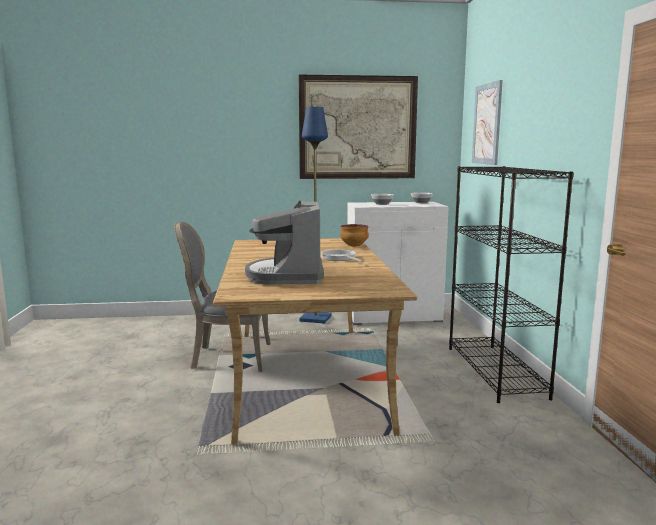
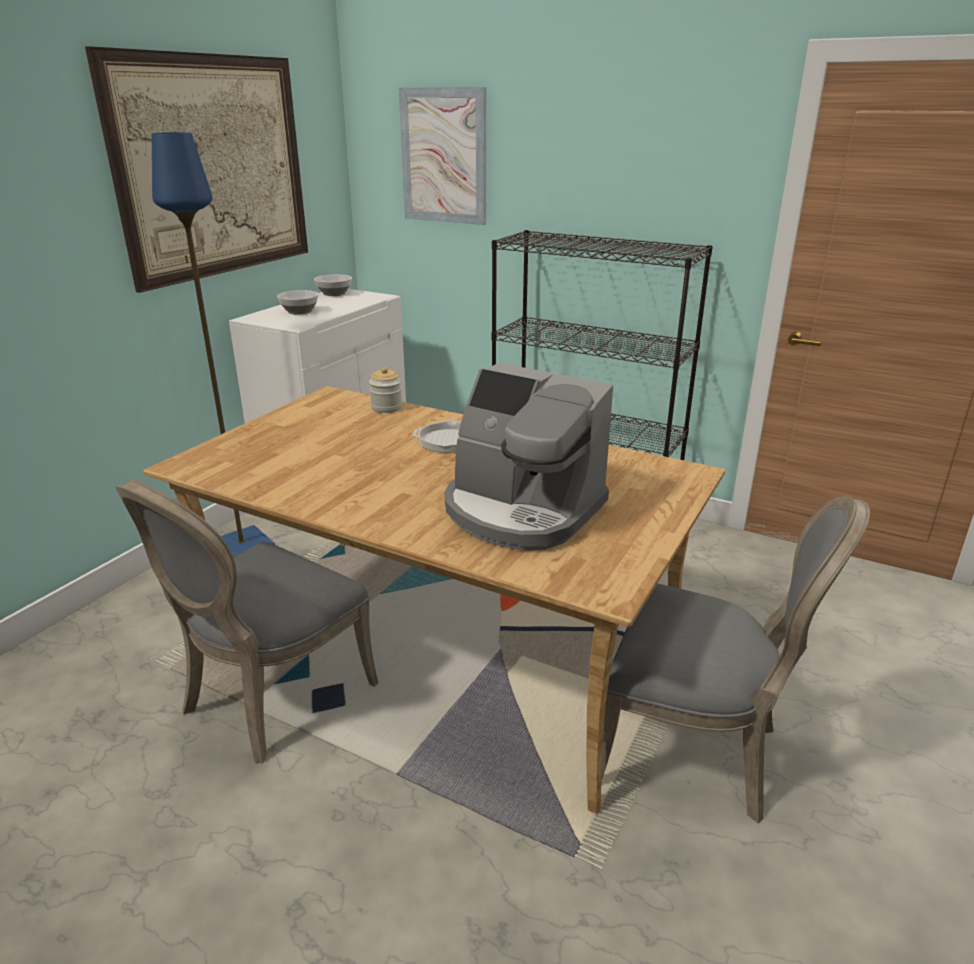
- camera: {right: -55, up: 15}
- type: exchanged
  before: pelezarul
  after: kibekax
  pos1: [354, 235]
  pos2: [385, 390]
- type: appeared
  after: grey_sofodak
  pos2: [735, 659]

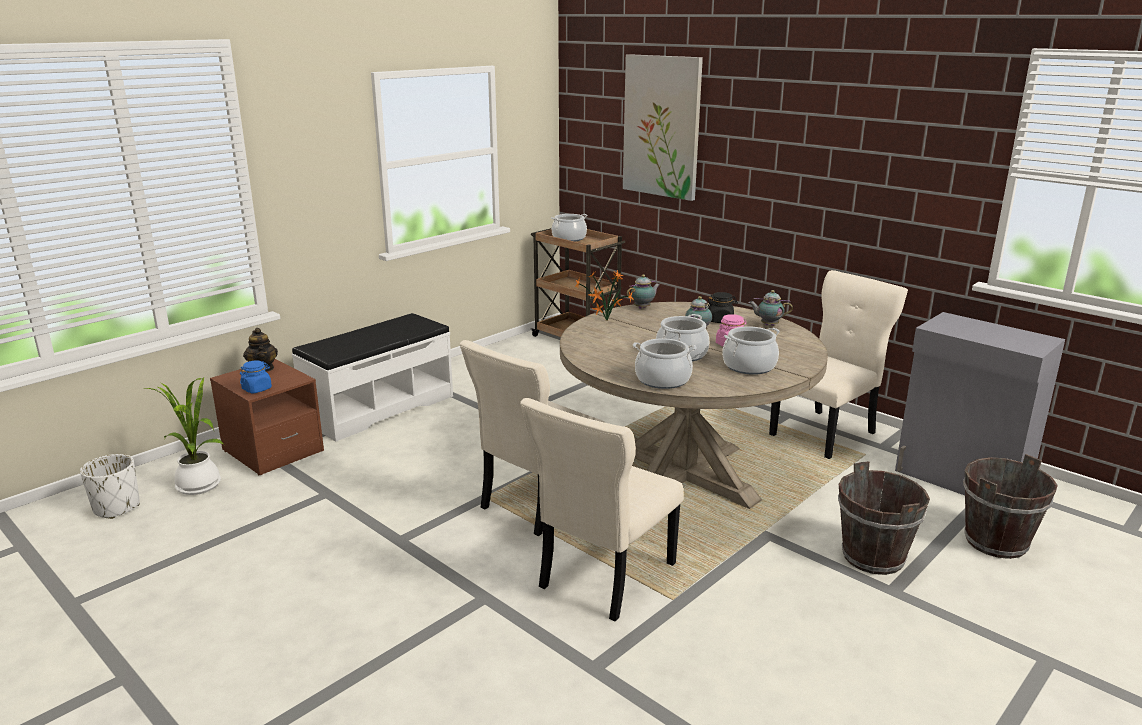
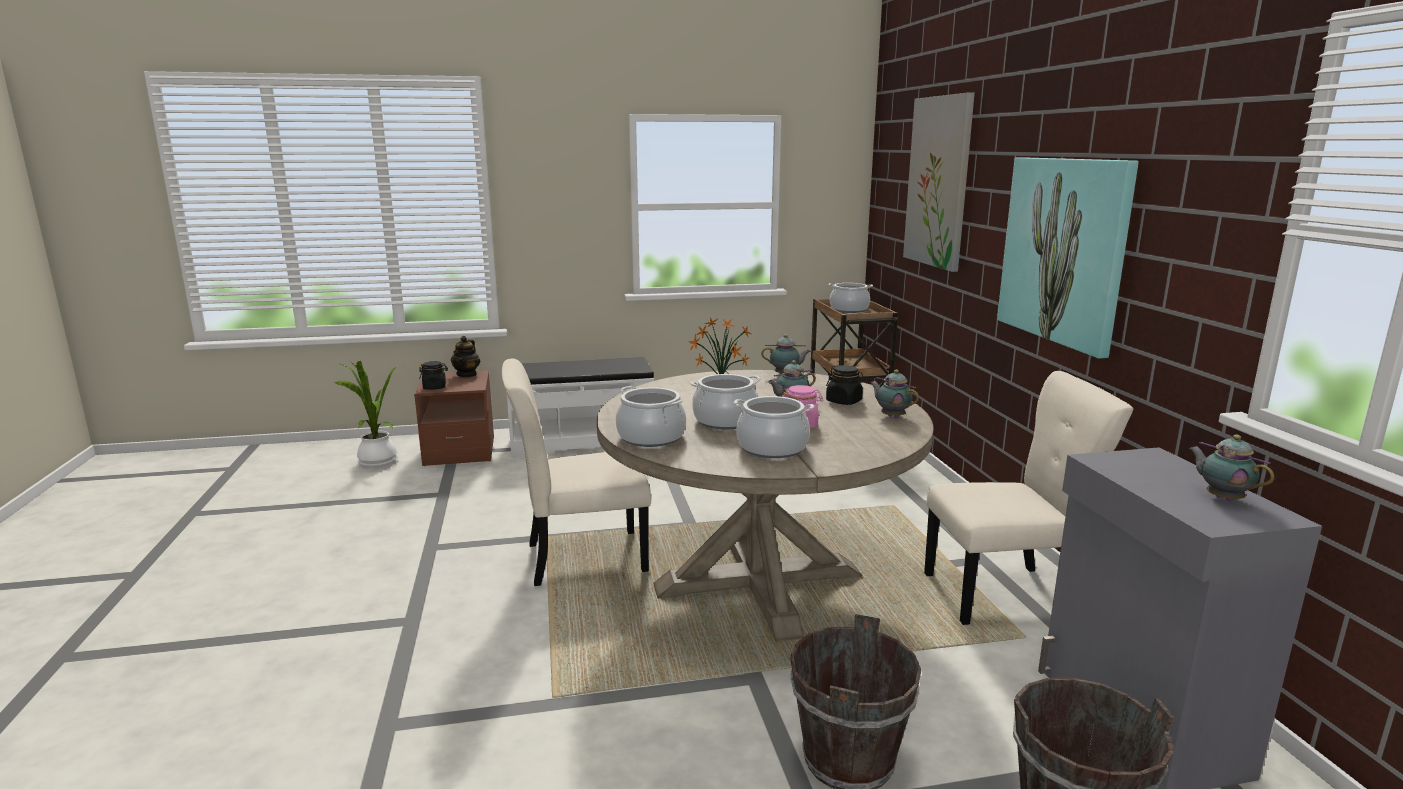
- camera: {right: 35, up: -5}
- type: colour
  before: blue_kibekax
  after: black_kibekax
  pos1: [256, 376]
  pos2: [433, 375]
- type: missing
  before: beige_sofodak
  pos1: [601, 510]
- type: missing
  before: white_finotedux
  pos1: [110, 486]
- type: appeared
  after: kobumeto
  pos2: [1068, 258]
- type: appeared
  after: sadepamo
  pos2: [1231, 468]

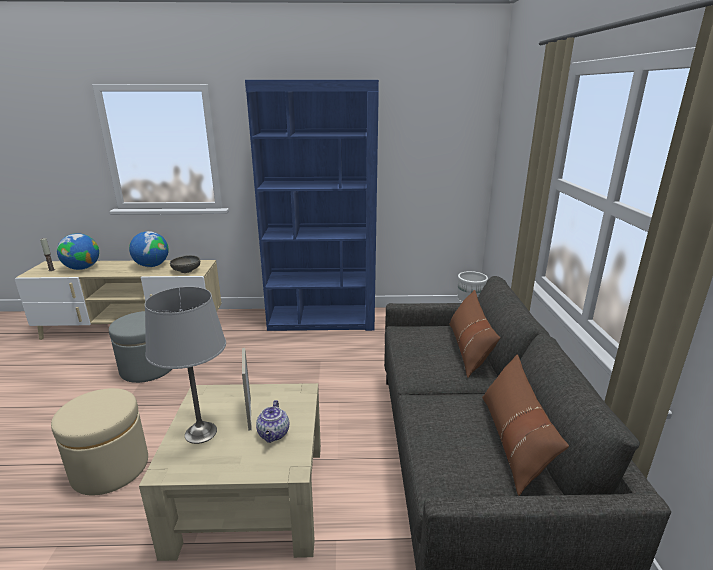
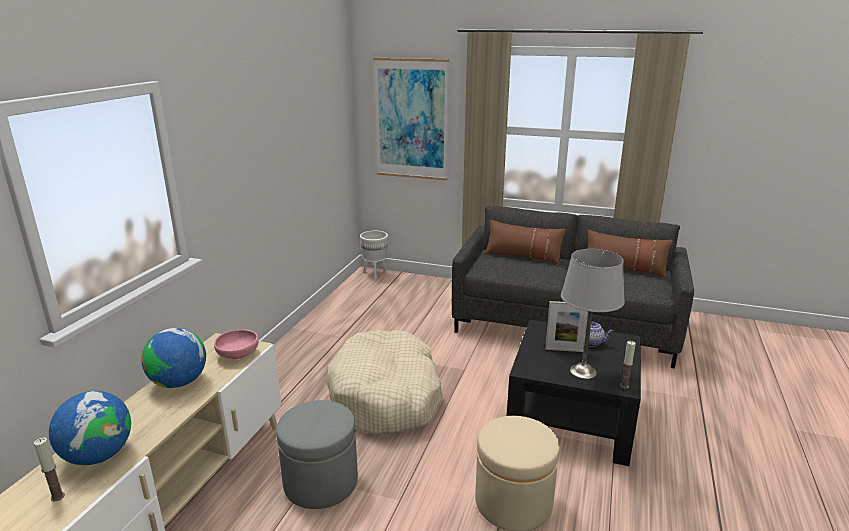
- camera: {right: -70, up: 0}
- type: missing
  before: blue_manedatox
  pos1: [312, 205]
- type: colour
  before: grey_pelezarul
  after: pink_pelezarul
  pos1: [185, 264]
  pos2: [236, 344]
- type: colour
  before: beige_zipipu
  after: black_zipipu
  pos1: [230, 472]
  pos2: [574, 393]
- type: appeared
  after: kobumeto
  pos2: [411, 119]
- type: appeared
  after: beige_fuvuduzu
  pos2: [384, 382]
- type: appeared
  after: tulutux
  pos2: [628, 365]

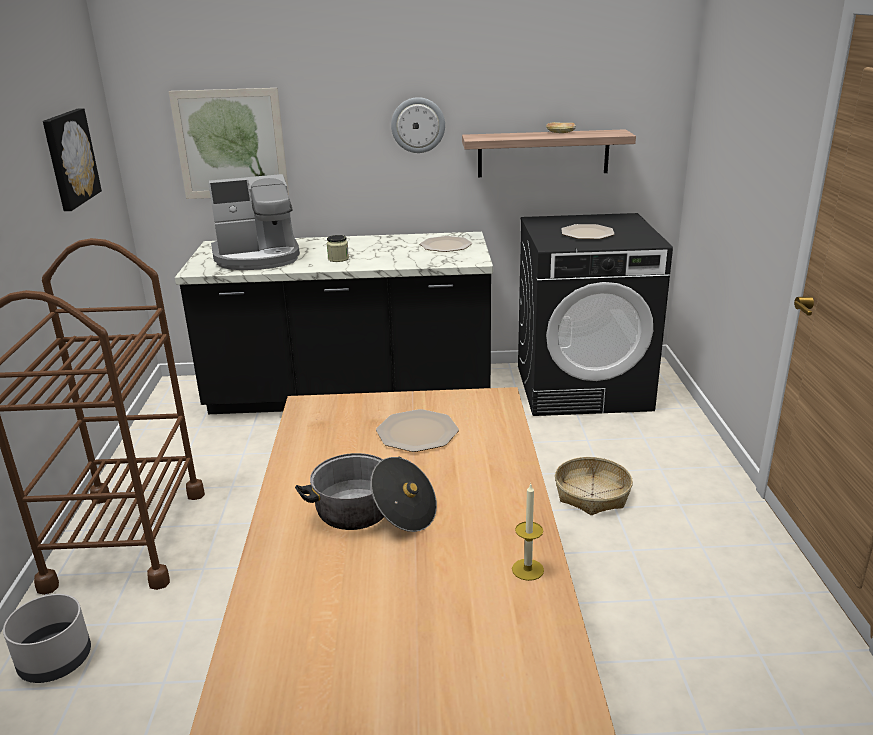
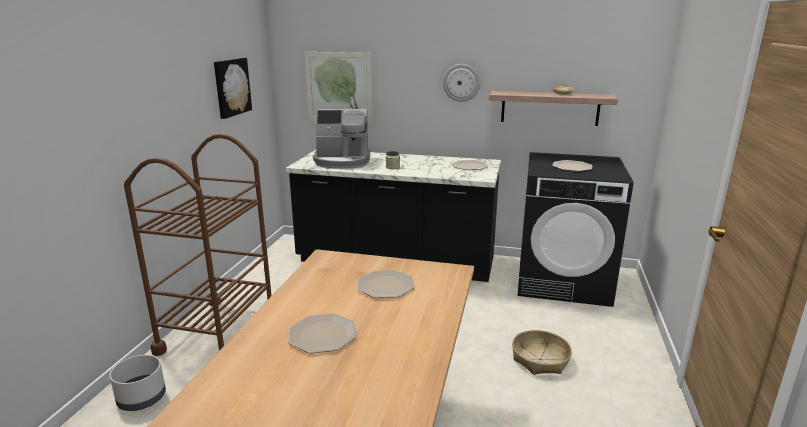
- camera: {right: 15, up: -5}
- type: exchanged
  before: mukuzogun
  after: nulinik
  pos1: [366, 492]
  pos2: [322, 333]
- type: missing
  before: tulutux
  pos1: [528, 532]

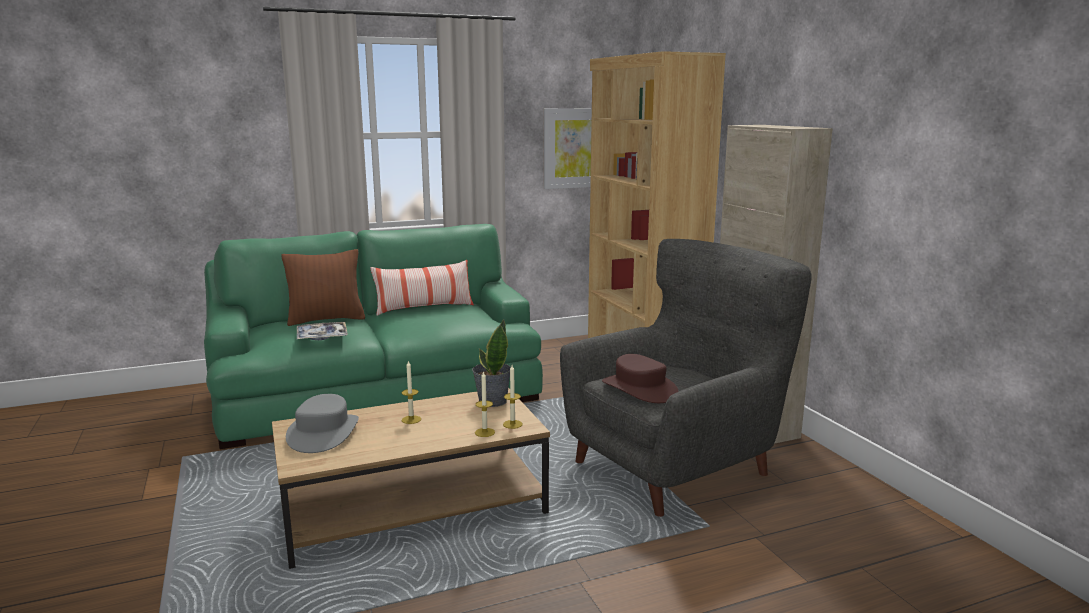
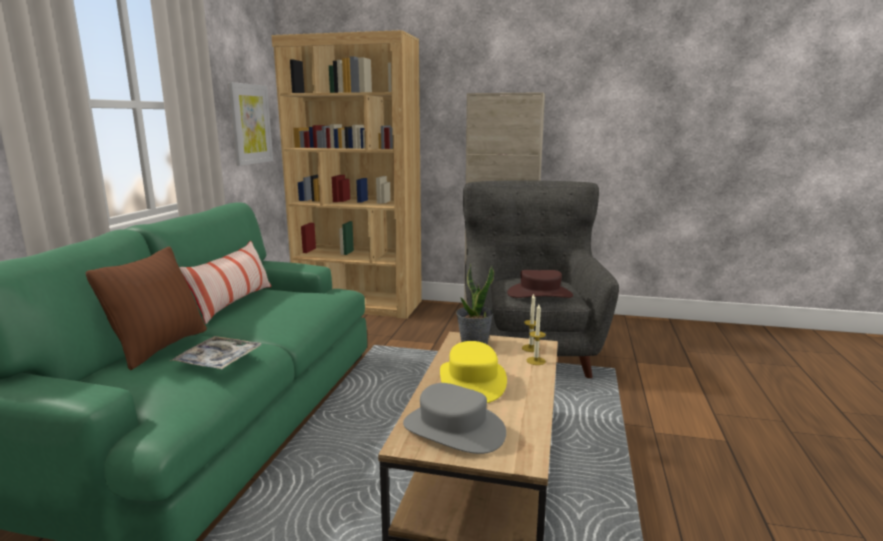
- camera: {right: -55, up: 0}
- type: exchanged
  before: tulutux
  after: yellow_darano
  pos1: [411, 392]
  pos2: [473, 372]

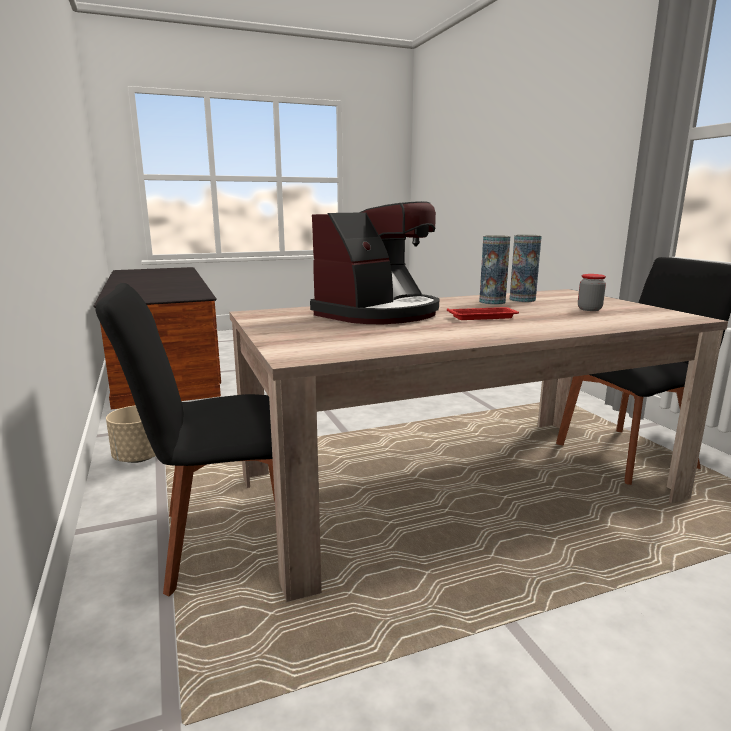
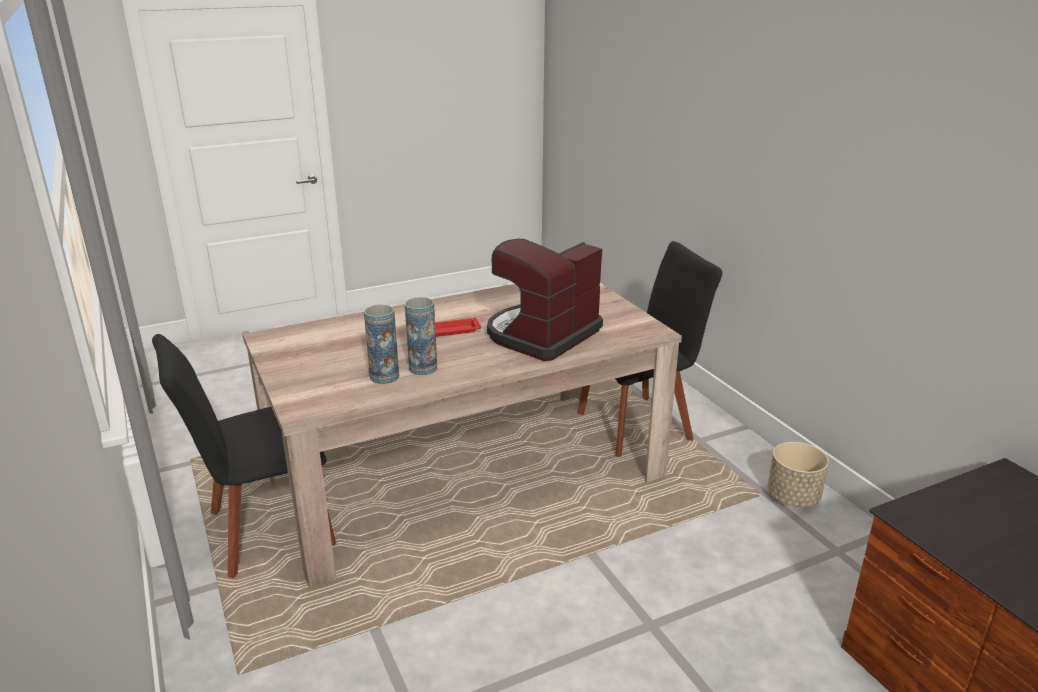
- camera: {right: 175, up: 10}
- type: missing
  before: kibekax
  pos1: [592, 292]

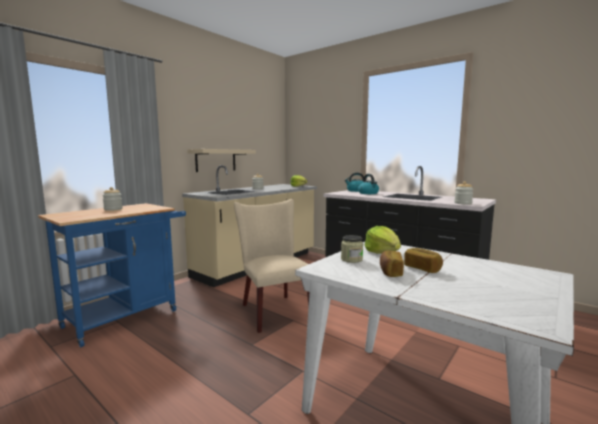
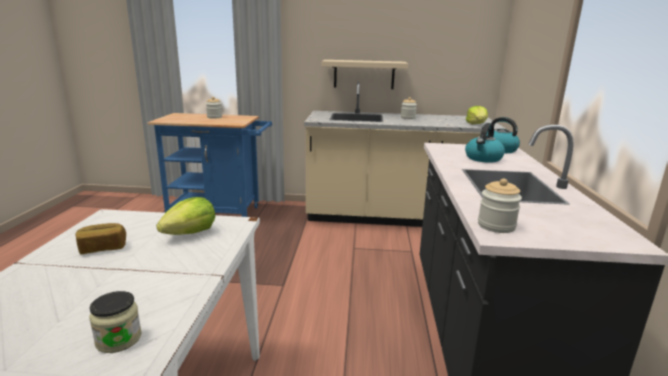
- camera: {right: 55, up: 10}
- type: missing
  before: beige_sofodak
  pos1: [271, 266]
- type: relocated
  before: kibekax
  pos1: [352, 249]
  pos2: [115, 322]
- type: missing
  before: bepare
  pos1: [423, 260]

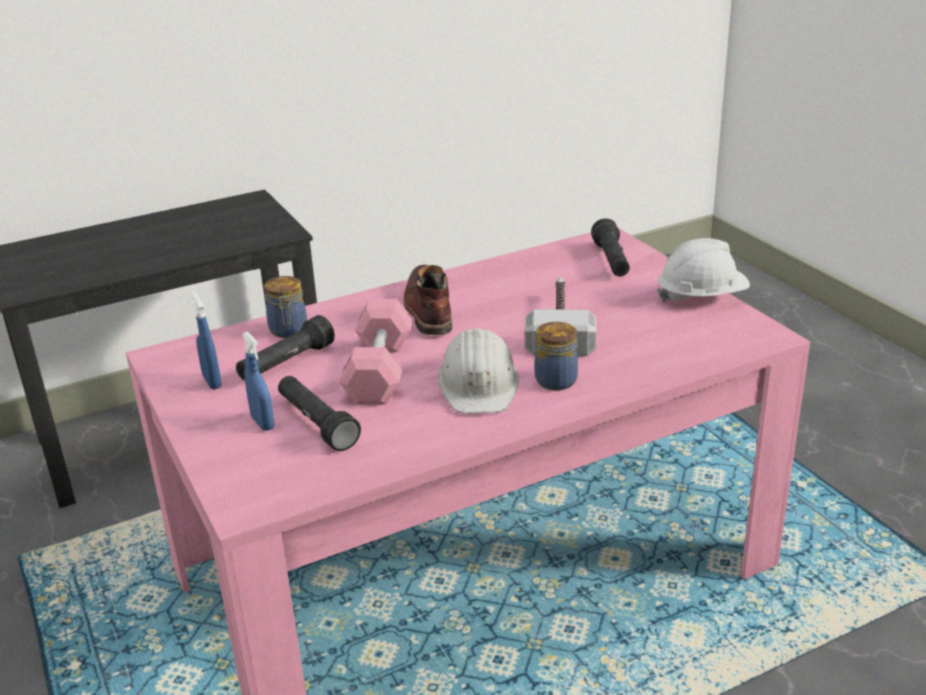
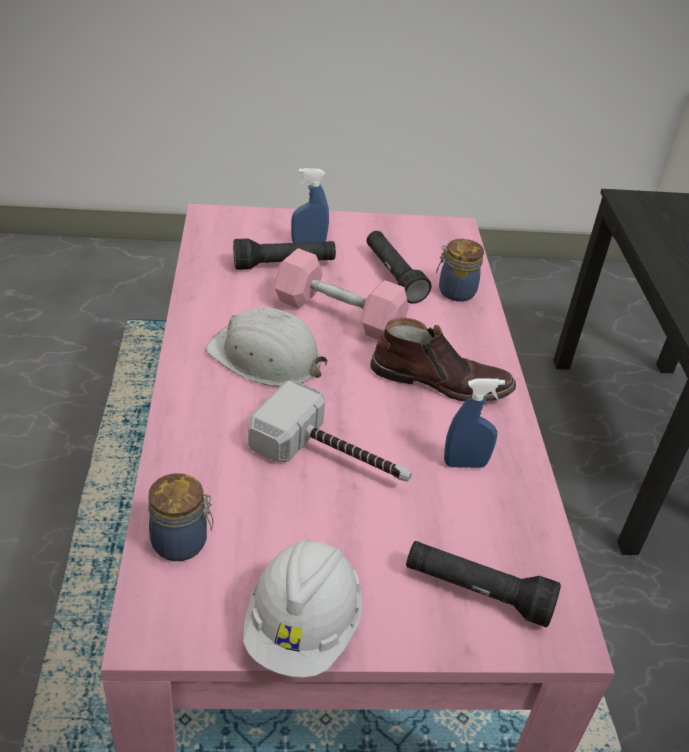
- camera: {right: 110, up: 10}
- type: relocated
  before: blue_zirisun
  pos1: [206, 340]
  pos2: [474, 423]
- type: relocated
  before: kibekax
  pos1: [556, 356]
  pos2: [181, 517]

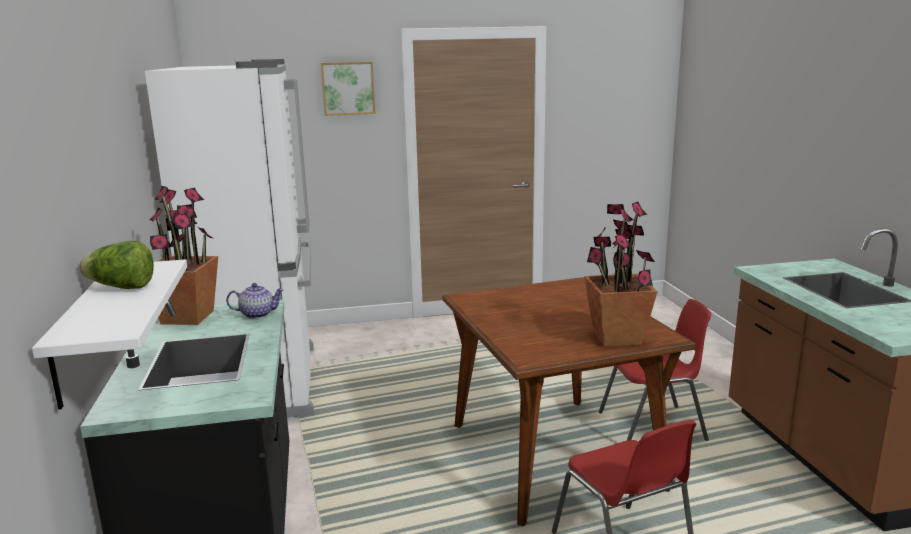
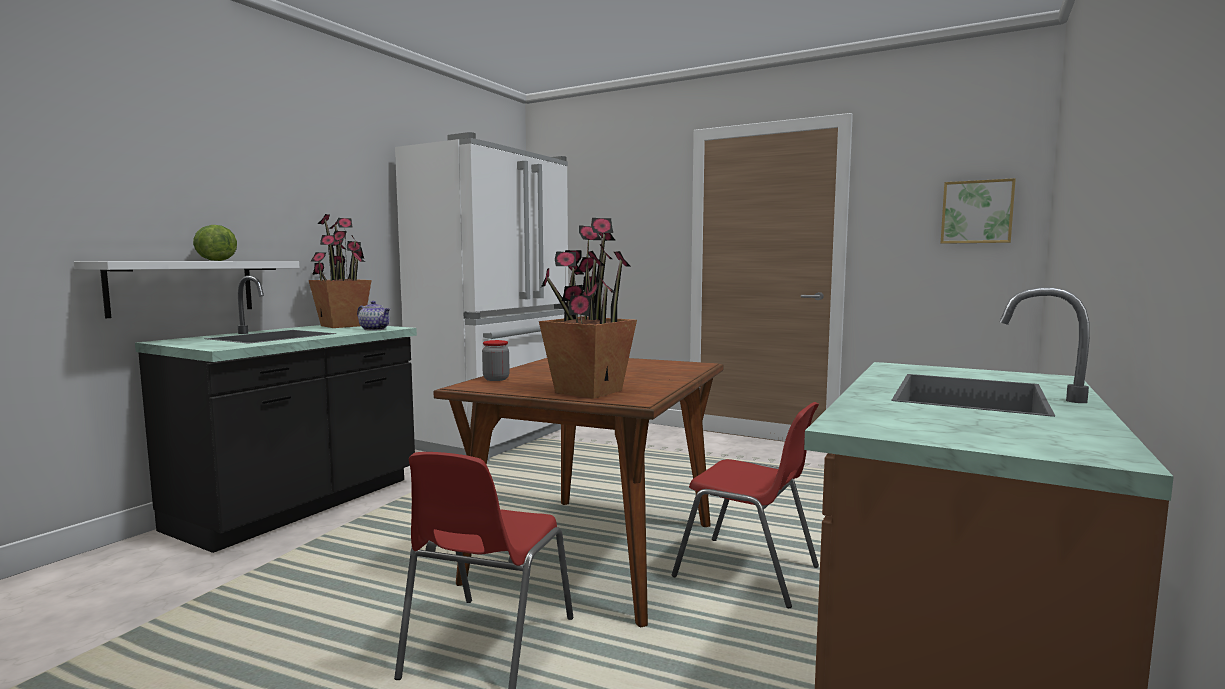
- camera: {right: 40, up: -10}
- type: relocated
  before: kobumeto
  pos1: [348, 89]
  pos2: [978, 211]
- type: appeared
  after: kibekax
  pos2: [496, 360]

